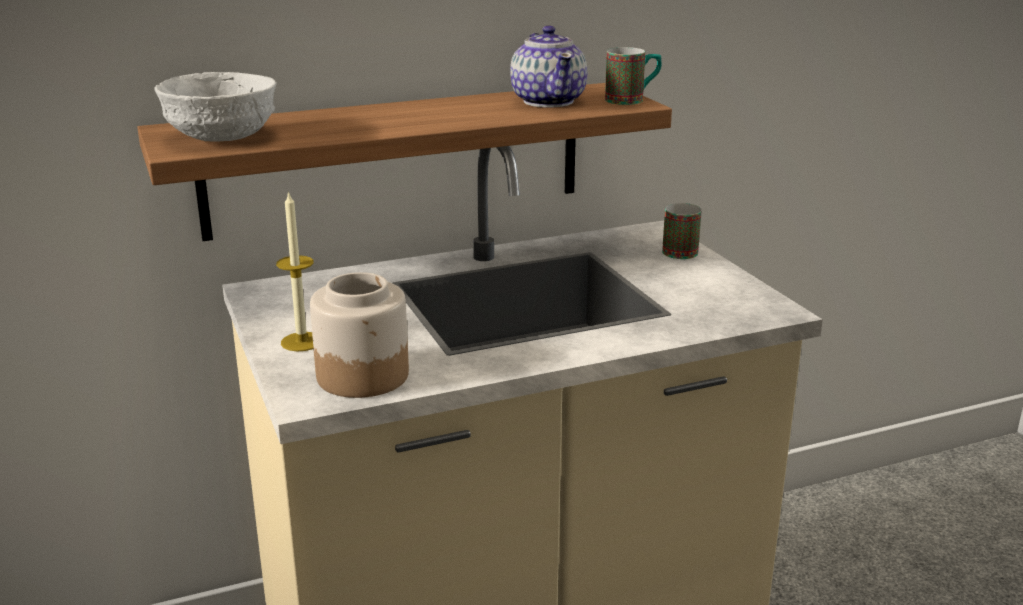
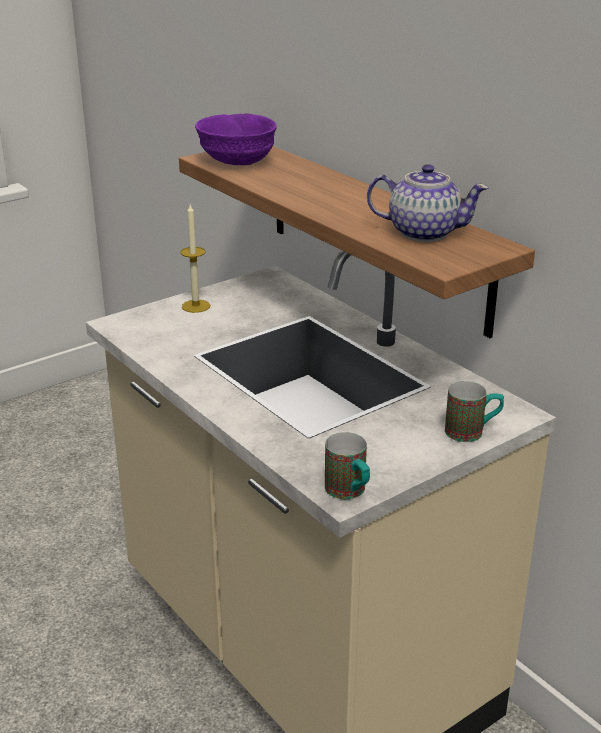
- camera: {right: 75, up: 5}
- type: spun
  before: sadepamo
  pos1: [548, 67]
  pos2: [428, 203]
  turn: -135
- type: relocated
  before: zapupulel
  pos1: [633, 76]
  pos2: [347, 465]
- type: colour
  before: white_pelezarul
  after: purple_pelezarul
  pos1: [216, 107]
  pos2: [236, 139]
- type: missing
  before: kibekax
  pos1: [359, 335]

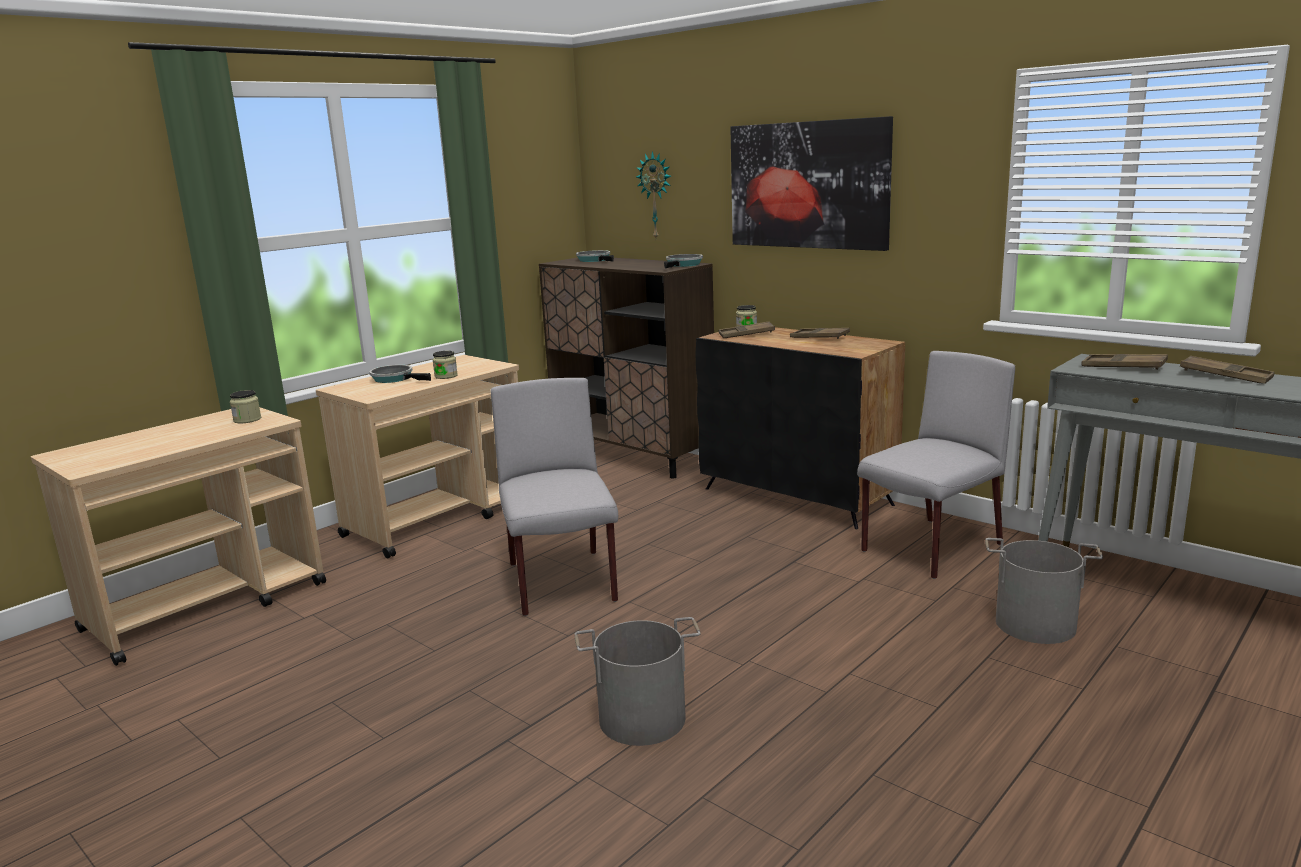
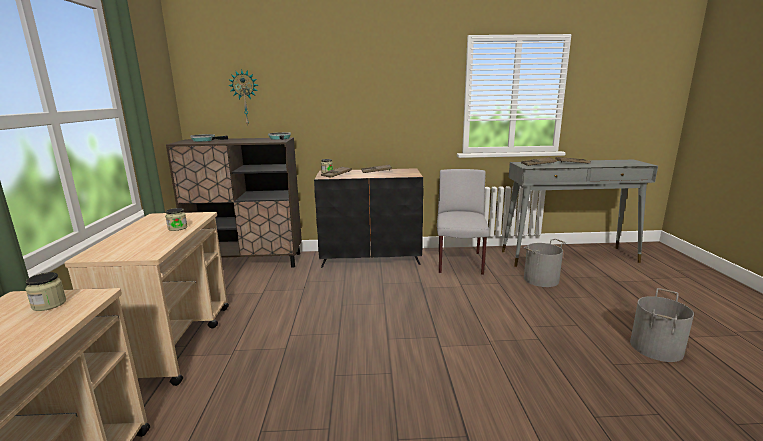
- camera: {right: -45, up: 0}
- type: missing
  before: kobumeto
  pos1: [811, 183]
- type: missing
  before: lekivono
  pos1: [400, 374]
- type: missing
  before: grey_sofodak
  pos1: [554, 497]
- type: relocated
  before: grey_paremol
  pos1: [638, 681]
  pos2: [662, 325]

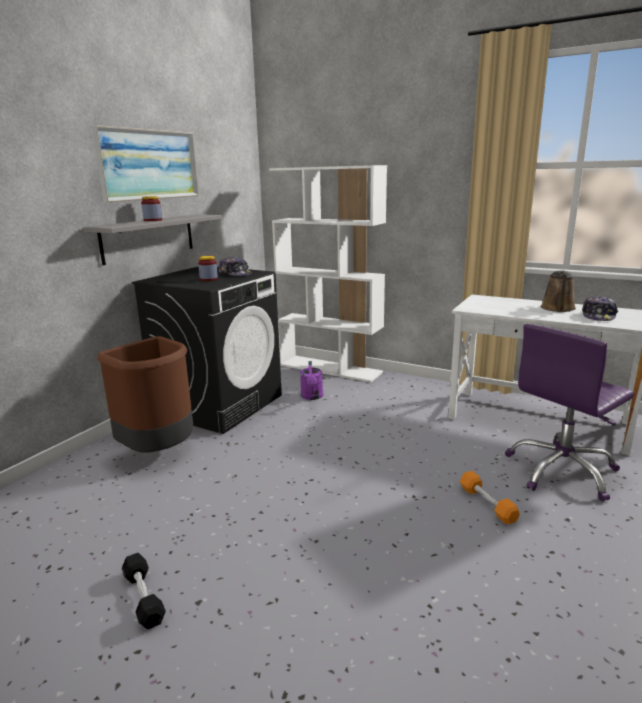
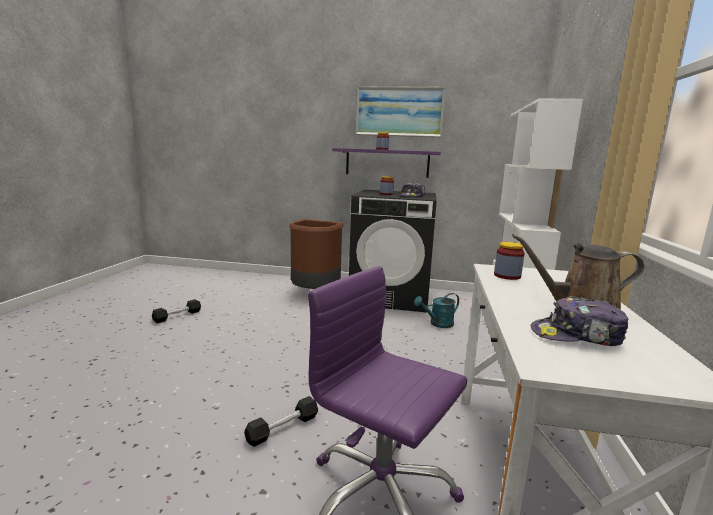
- camera: {right: 70, up: -5}
- type: colour
  before: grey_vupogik
  after: purple_vupogik
  pos1: [152, 239]
  pos2: [386, 163]
- type: colour
  before: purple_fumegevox
  after: turquoise_fumegevox
  pos1: [311, 380]
  pos2: [436, 310]
- type: colour
  before: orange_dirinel
  after: black_dirinel
  pos1: [490, 497]
  pos2: [281, 421]
- type: appeared
  after: kibekax
  pos2: [509, 261]

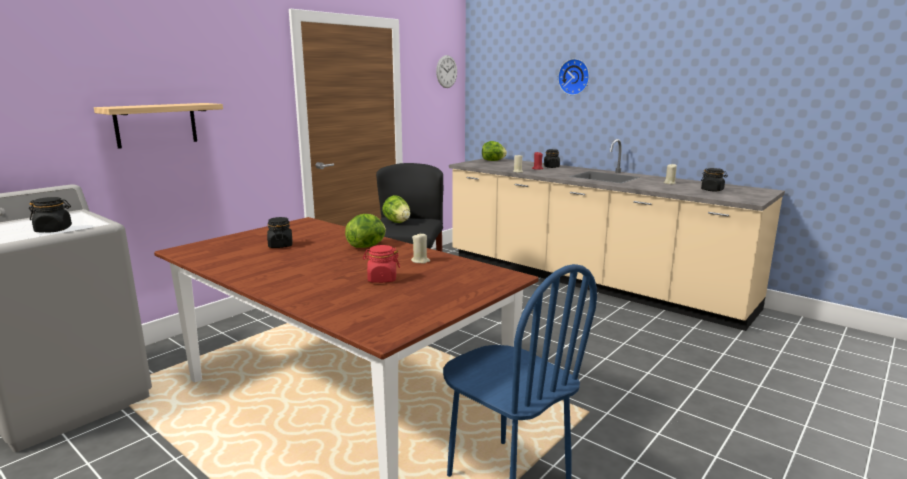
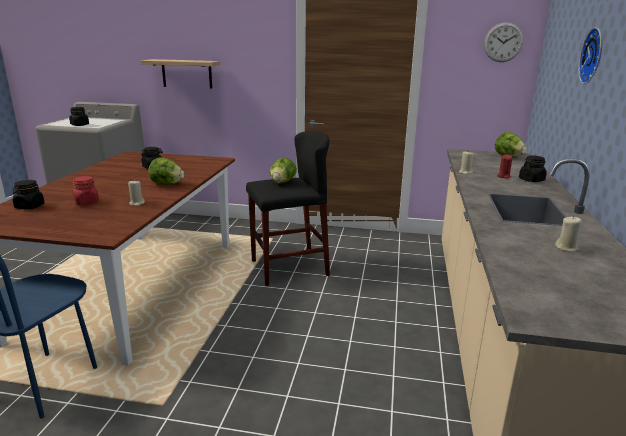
- camera: {right: 60, up: 5}
- type: relocated
  before: black_kibekax
  pos1: [714, 179]
  pos2: [29, 194]

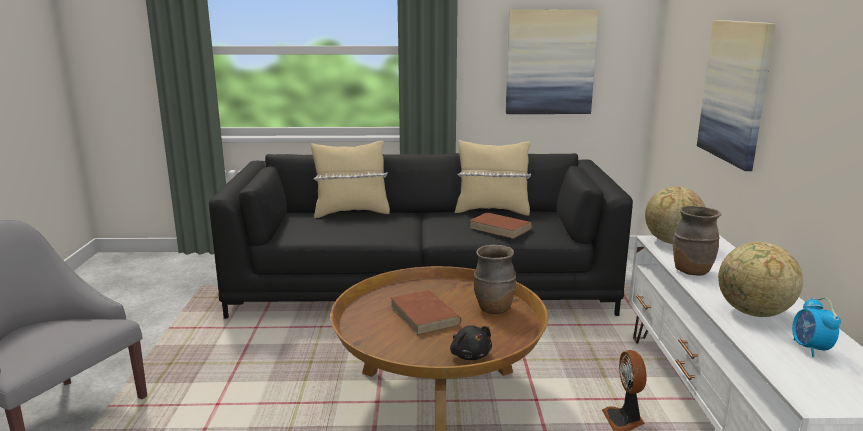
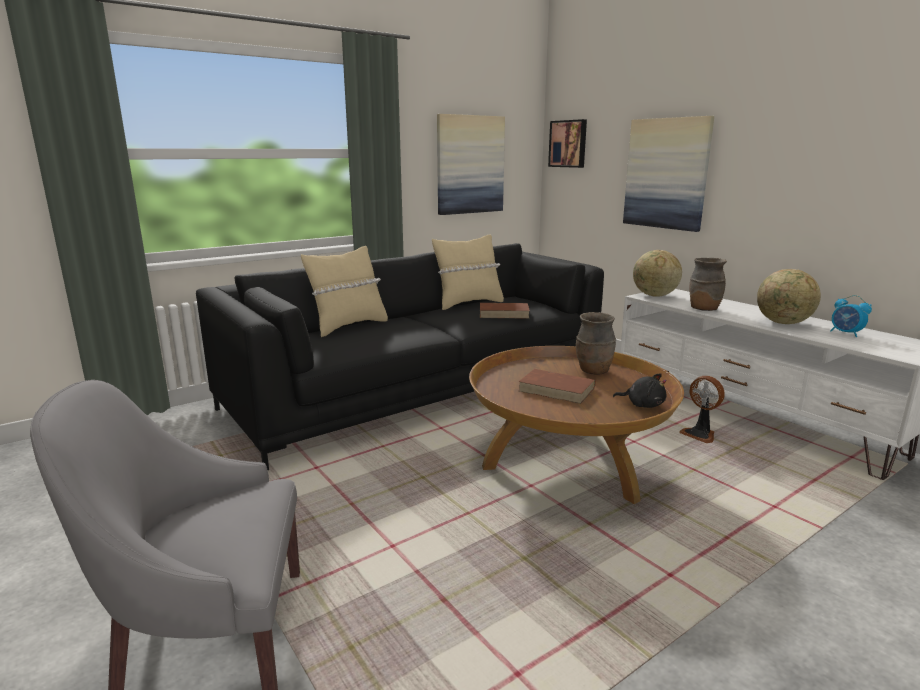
- camera: {right: -35, up: 0}
- type: appeared
  after: kobumeto
  pos2: [567, 143]

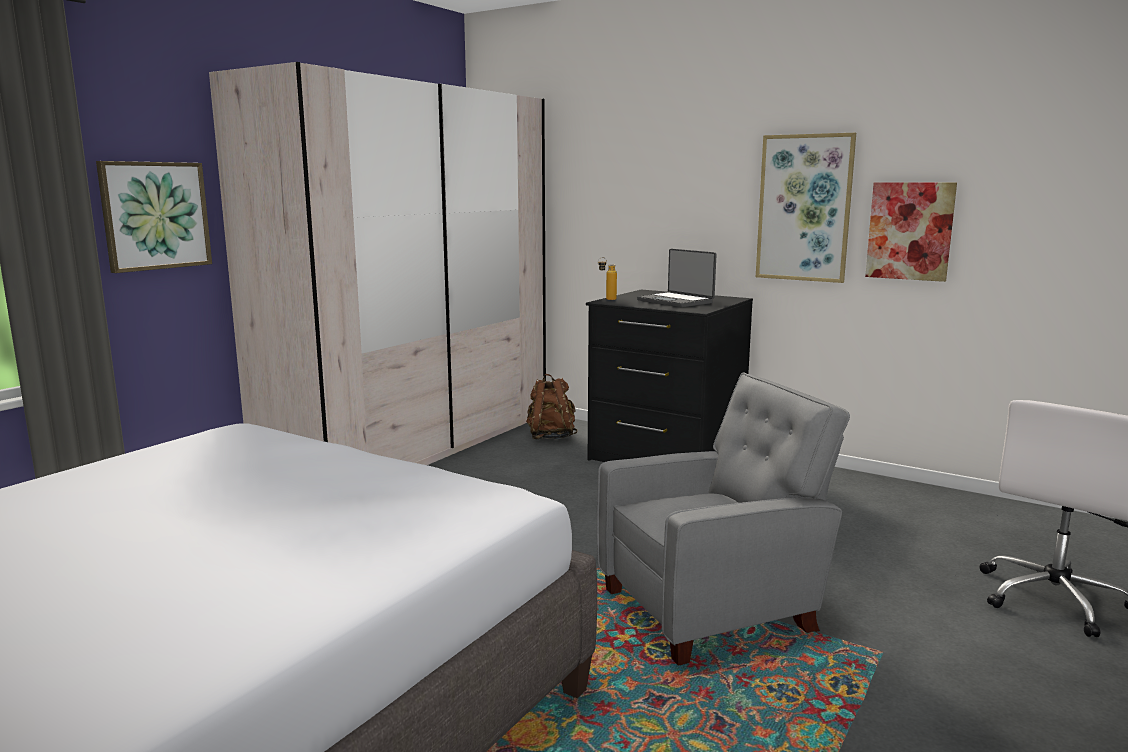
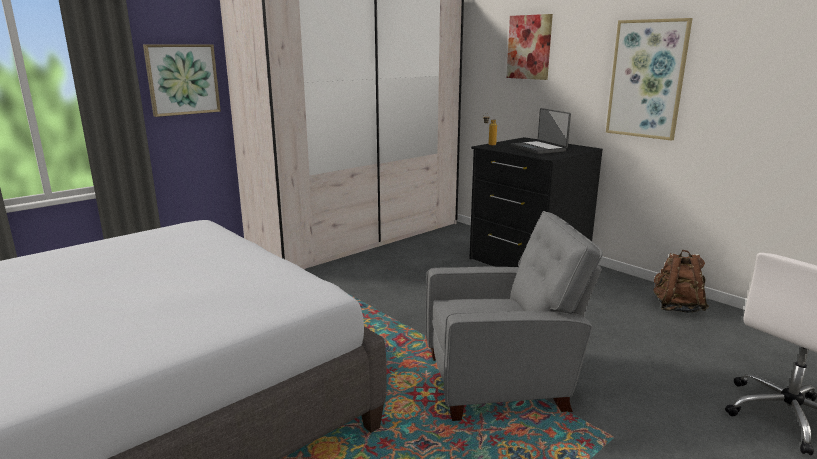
- camera: {right: 15, up: 5}
- type: relocated
  before: kobumeto
  pos1: [911, 232]
  pos2: [529, 47]
- type: relocated
  before: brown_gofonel
  pos1: [552, 407]
  pos2: [681, 281]

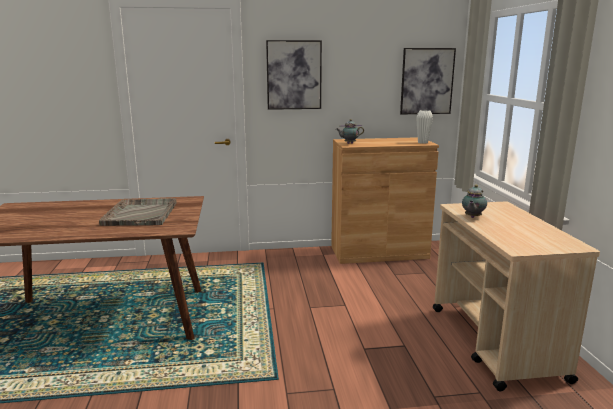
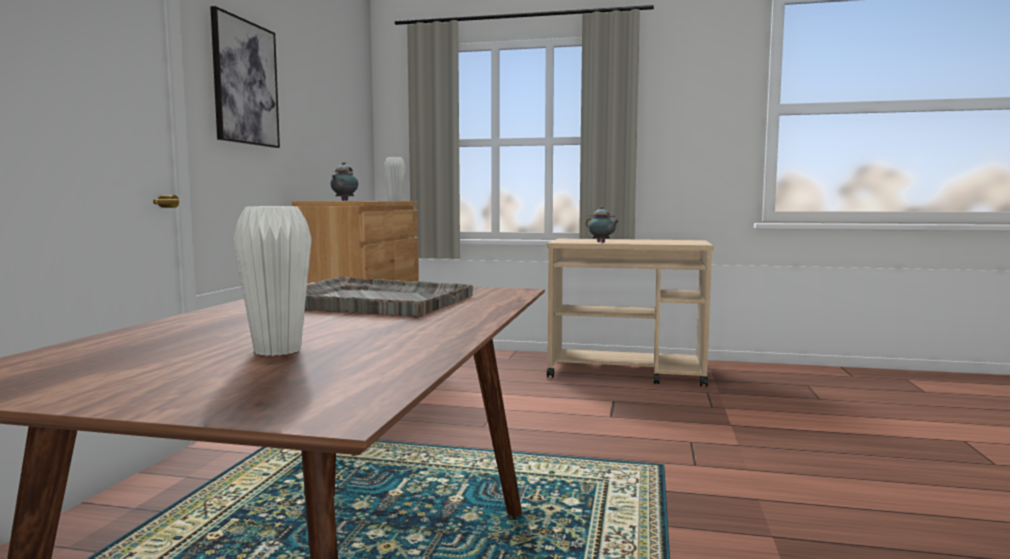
- camera: {right: -70, up: -10}
- type: missing
  before: kobumeto
  pos1: [428, 81]
- type: appeared
  after: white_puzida
  pos2: [272, 281]

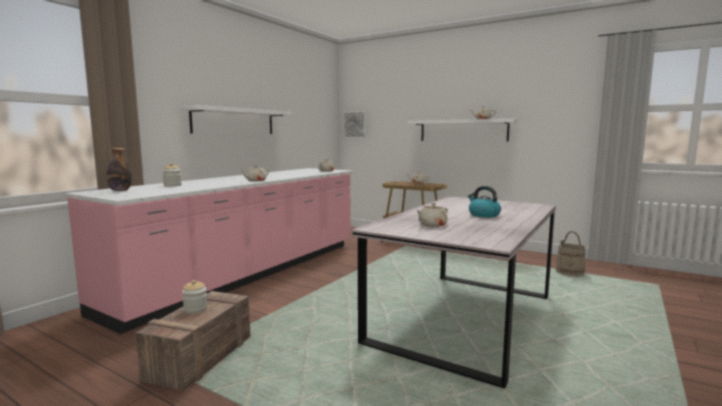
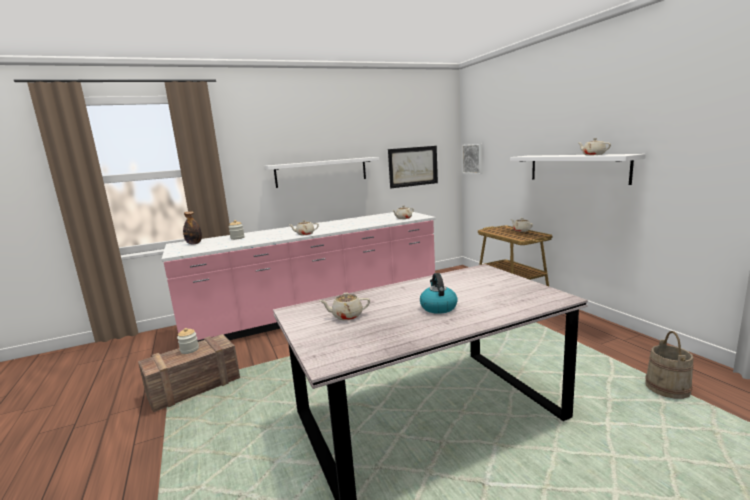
- camera: {right: 35, up: 5}
- type: appeared
  after: kobumeto
  pos2: [413, 167]

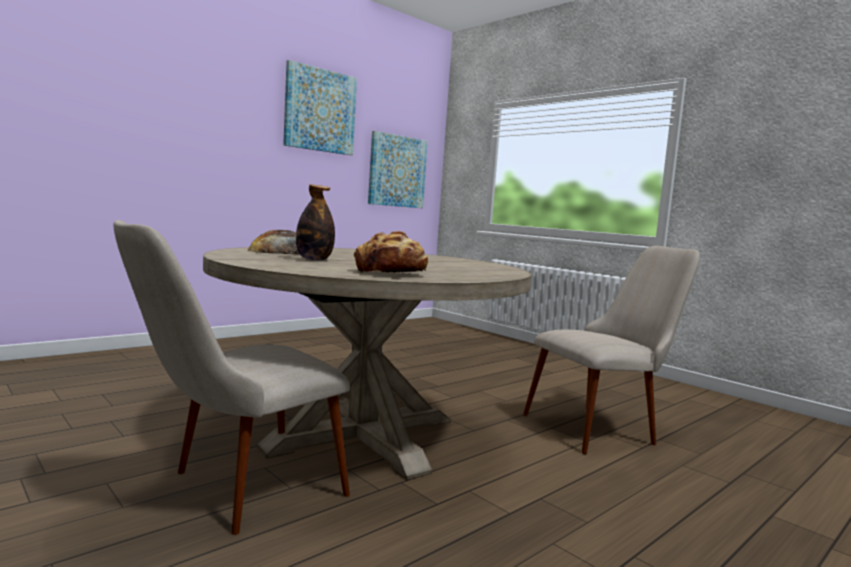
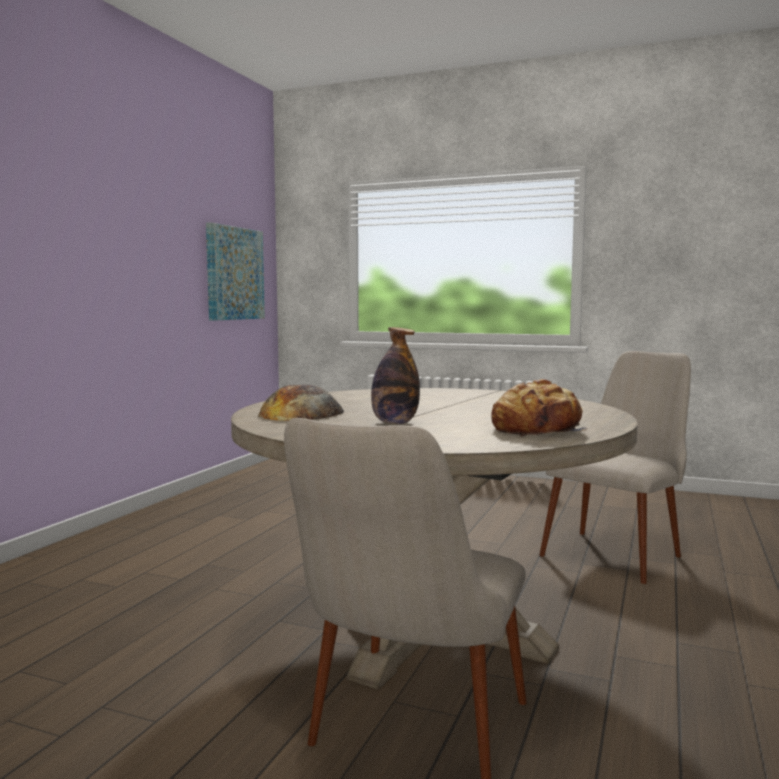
- camera: {right: -25, up: 0}
- type: missing
  before: kobumeto
  pos1: [320, 107]

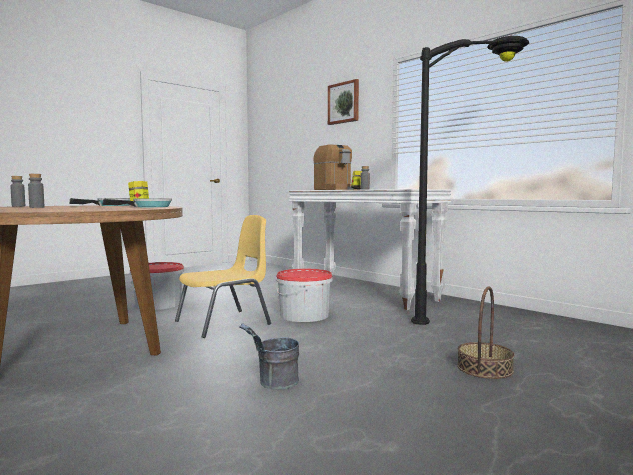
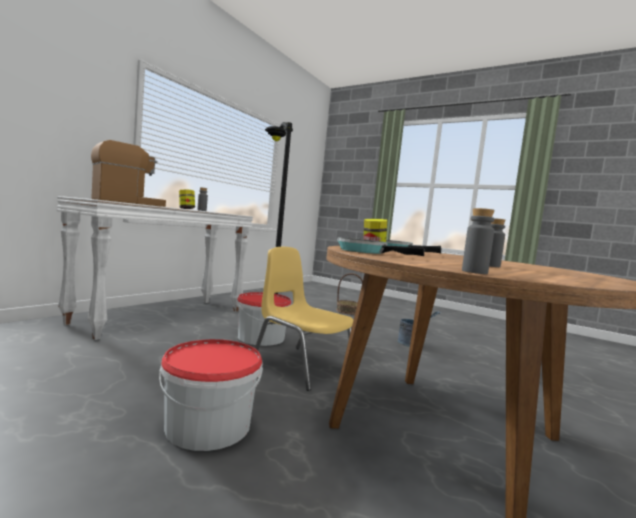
- camera: {right: -105, up: 0}
- type: missing
  before: kobumeto
  pos1: [343, 102]

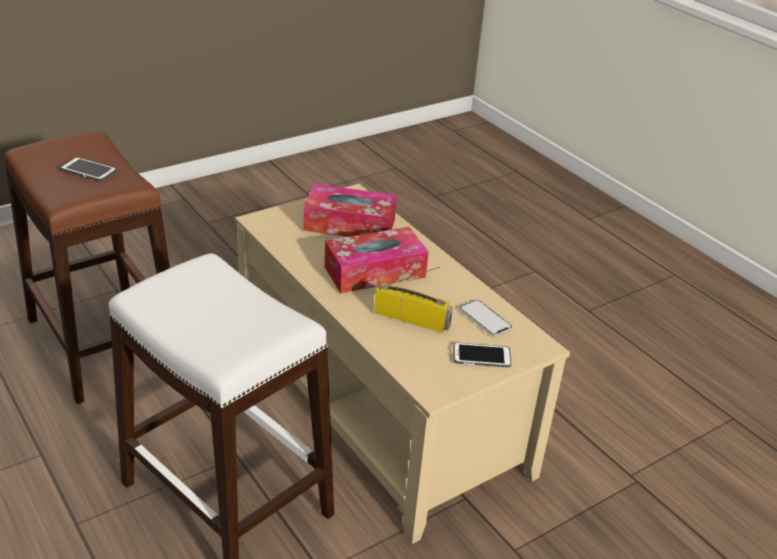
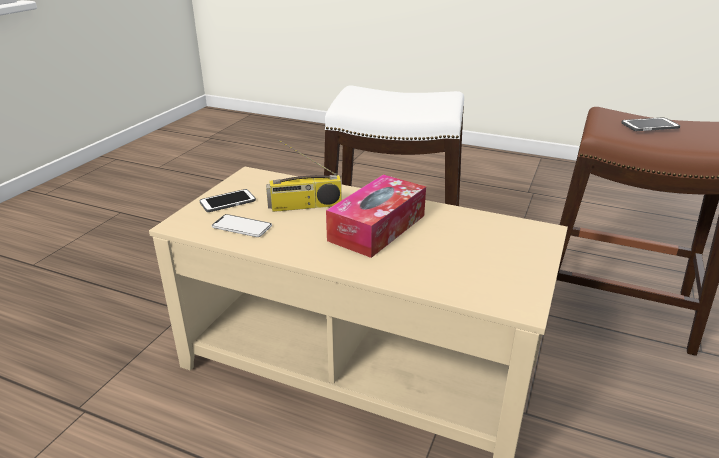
- camera: {right: 150, up: -5}
- type: missing
  before: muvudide
  pos1: [350, 210]

